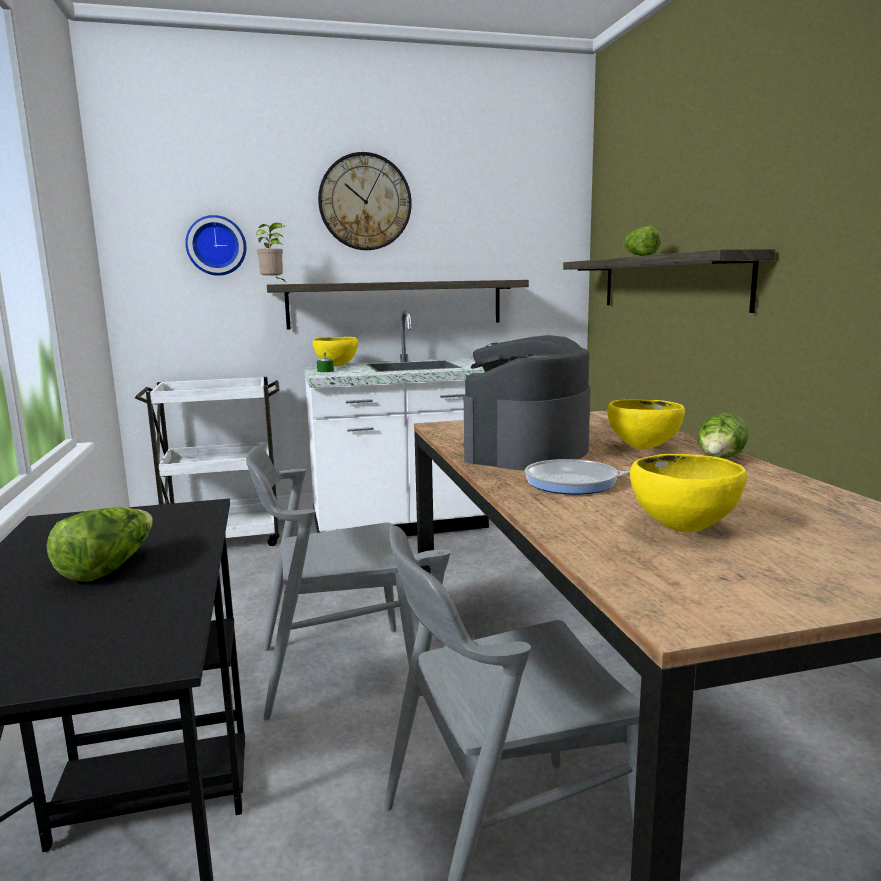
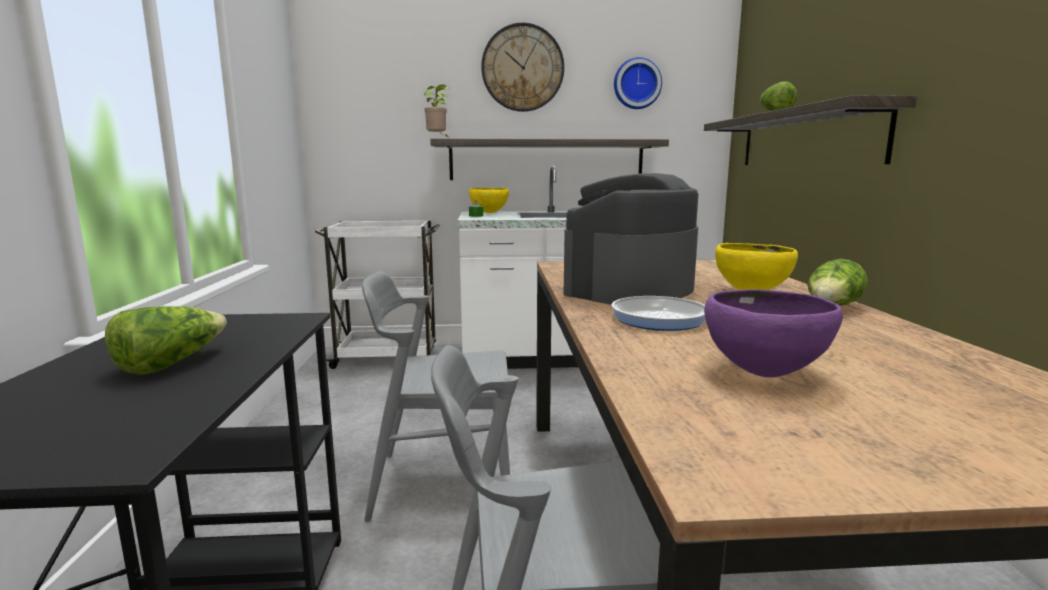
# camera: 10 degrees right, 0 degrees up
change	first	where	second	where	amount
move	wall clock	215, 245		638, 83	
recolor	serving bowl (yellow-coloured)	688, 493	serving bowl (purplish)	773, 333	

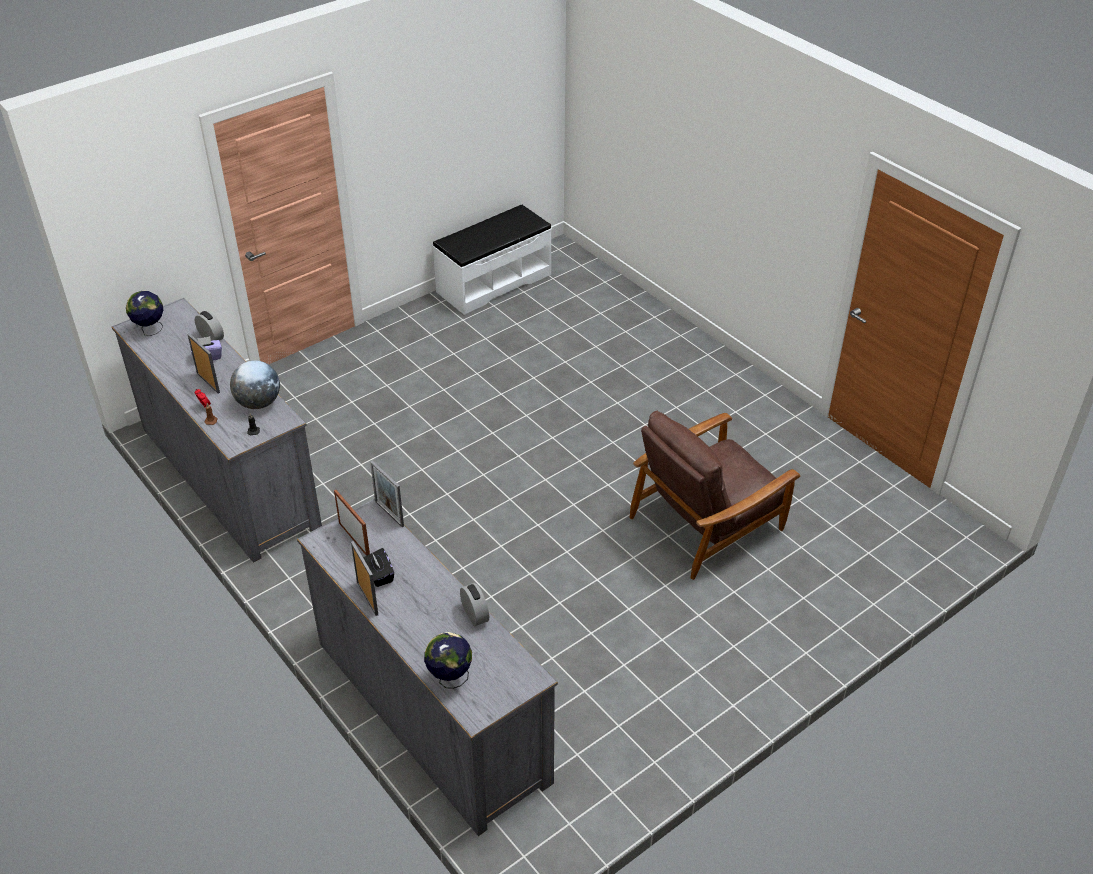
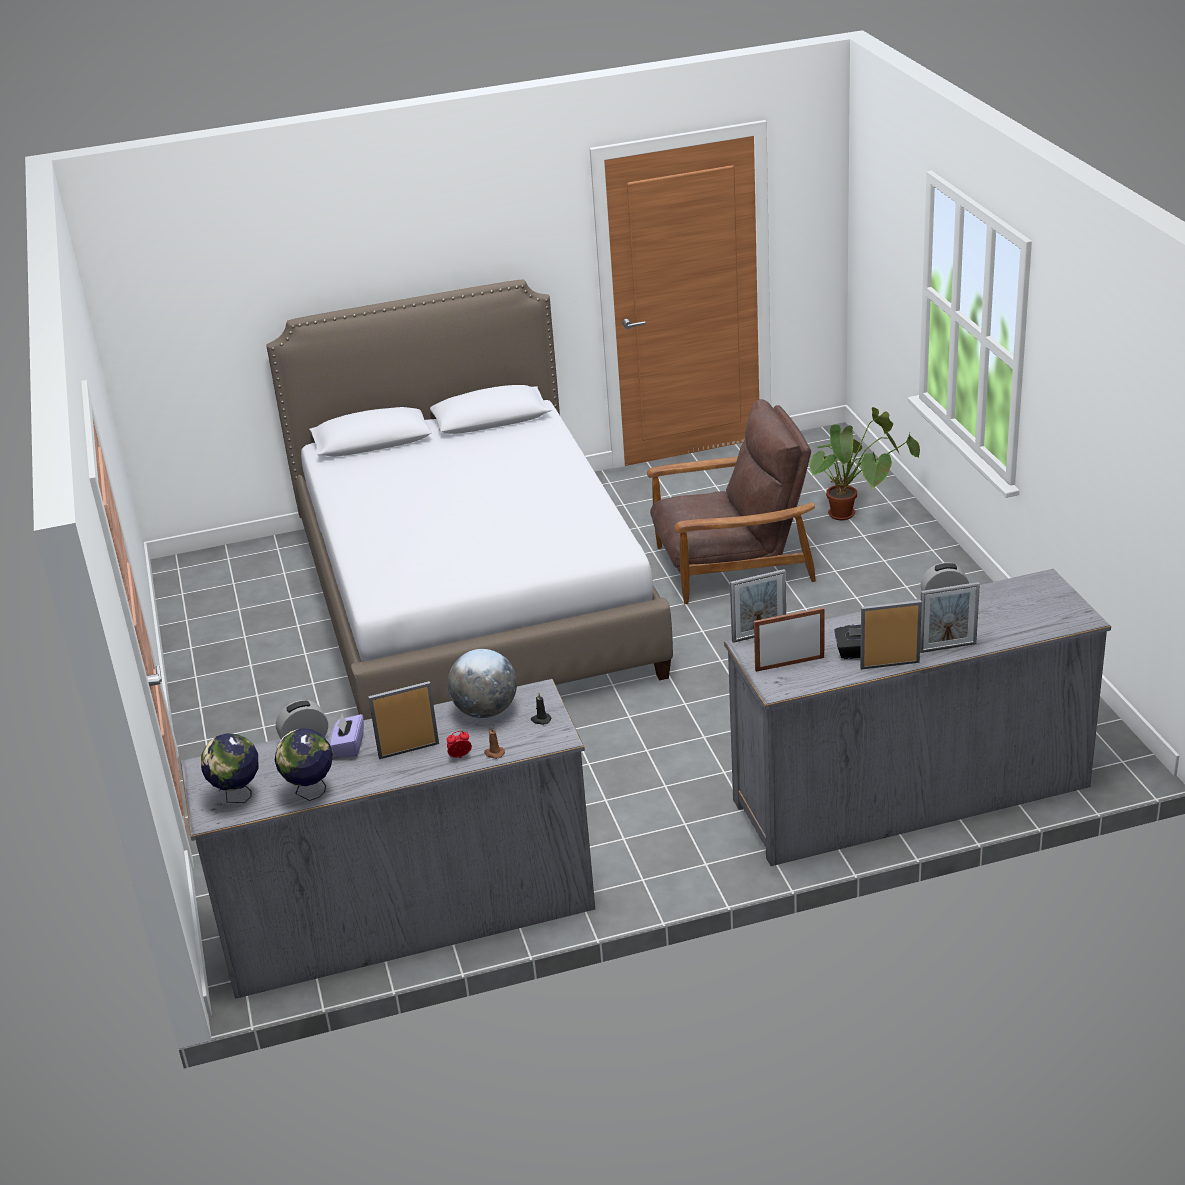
# camera: 65 degrees left, 10 degrees down
change	first	where	second	where	amount
move	desk globe	448, 660		304, 764	
delete	indoor bench (white)	492, 260			
rotate	armchair (brown-coloured)	714, 495		731, 501	90 degrees counterclockwise
insert			bedroom bed	469, 500	
insert			potted plant	864, 463	
insert			standing frame	950, 617	

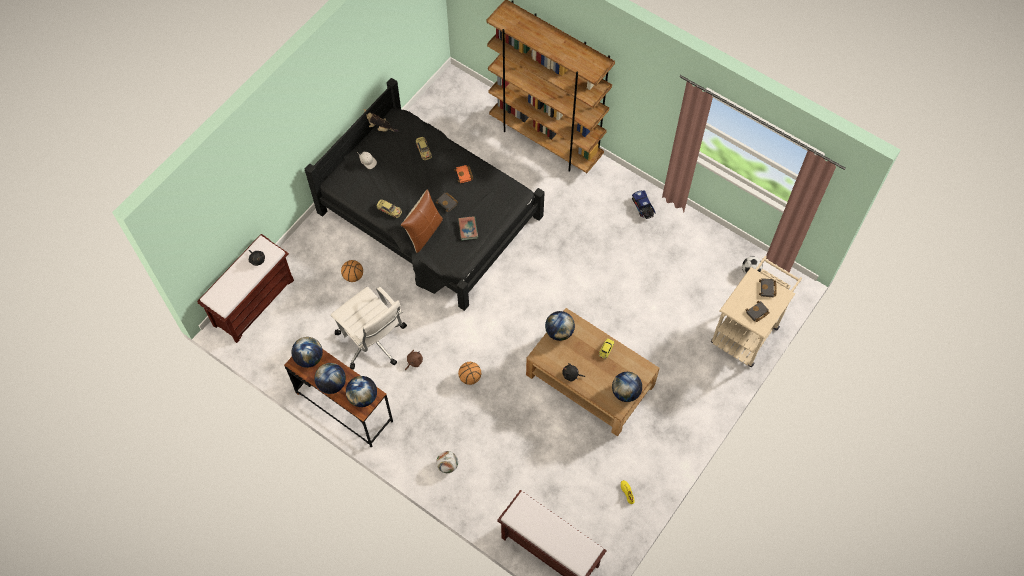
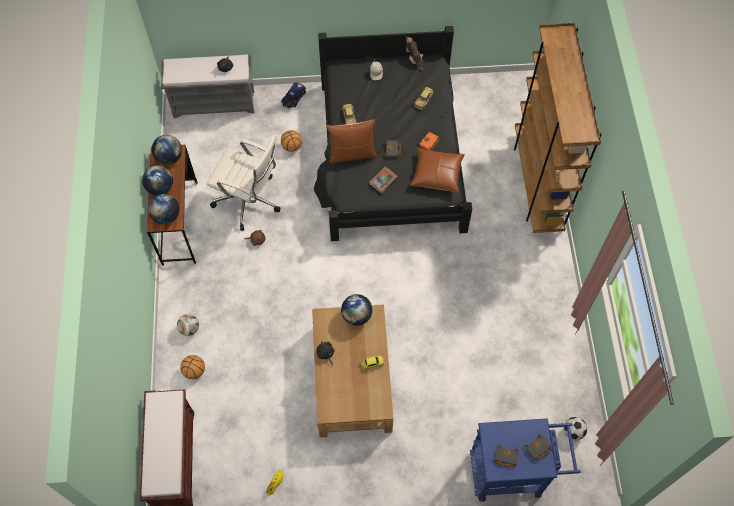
# camera: 50 degrees right, 0 degrees up
change	first	where	second	where	amount
recolor	indoor bench (brown-coloured)	245, 288	indoor bench (grey)	207, 86	
rotate	office chair (white)	369, 328		243, 183	75 degrees counterclockwise
move	basketball	469, 373		192, 367	
delete	desk globe	627, 387			
move	model truck	644, 205		293, 95	
recolor	trolley (beige-coloured)	756, 311	trolley (blue-coloured)	525, 460	
insert			pillow (brown-coloured)	437, 170	

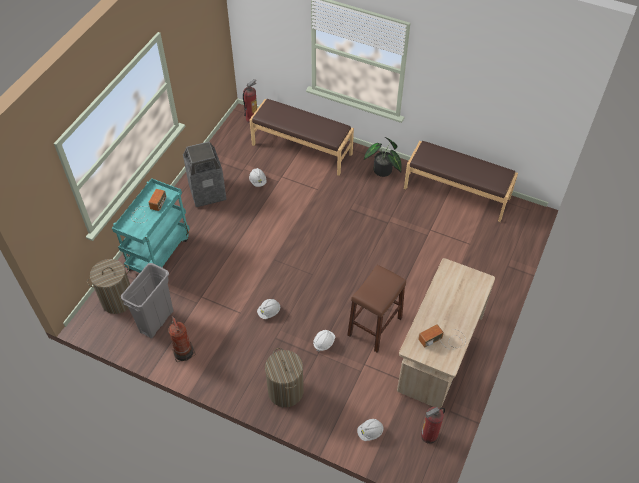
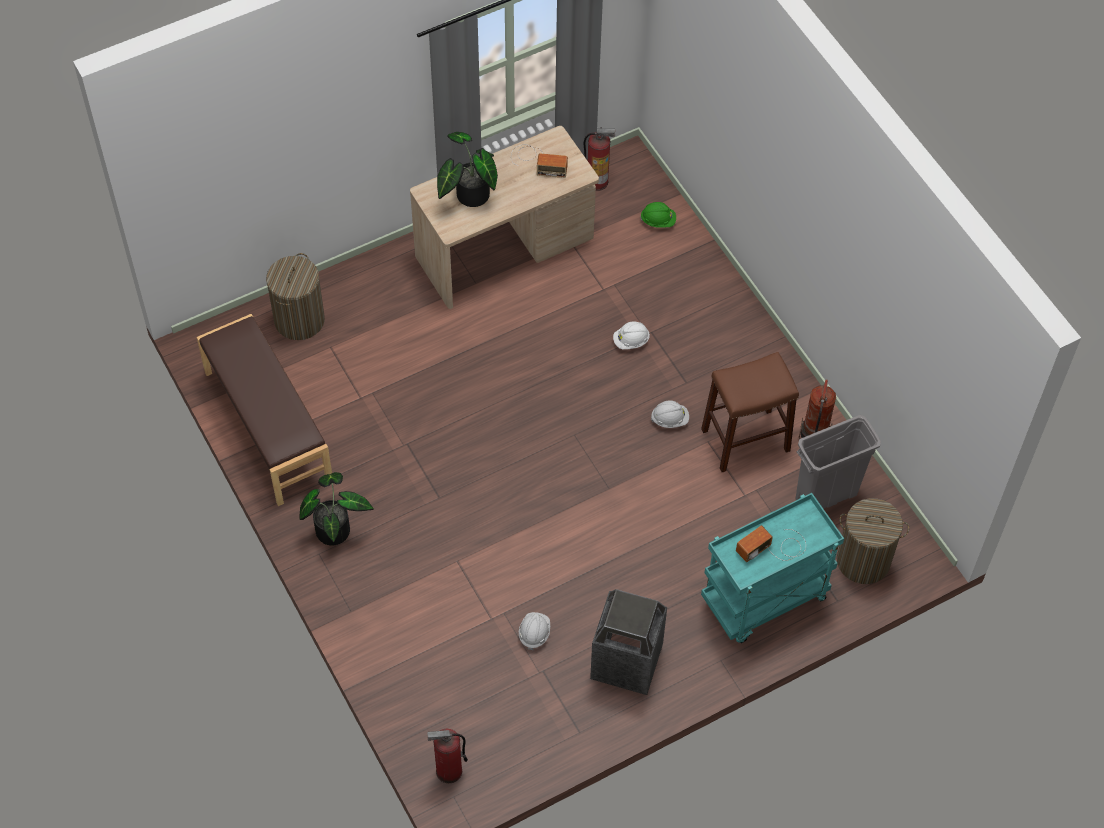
# camera: 145 degrees left, 5 degrees up
change	first	where	second	where	amount
delete	indoor bench (brown-coloured)	302, 137			
move	washing basket	284, 377		295, 296	
move	stool seat (brown-coloured)	376, 308		750, 412	
recolor	work helmet (white)	370, 430	work helmet (green)	658, 215	
insert			potted plant	467, 169	

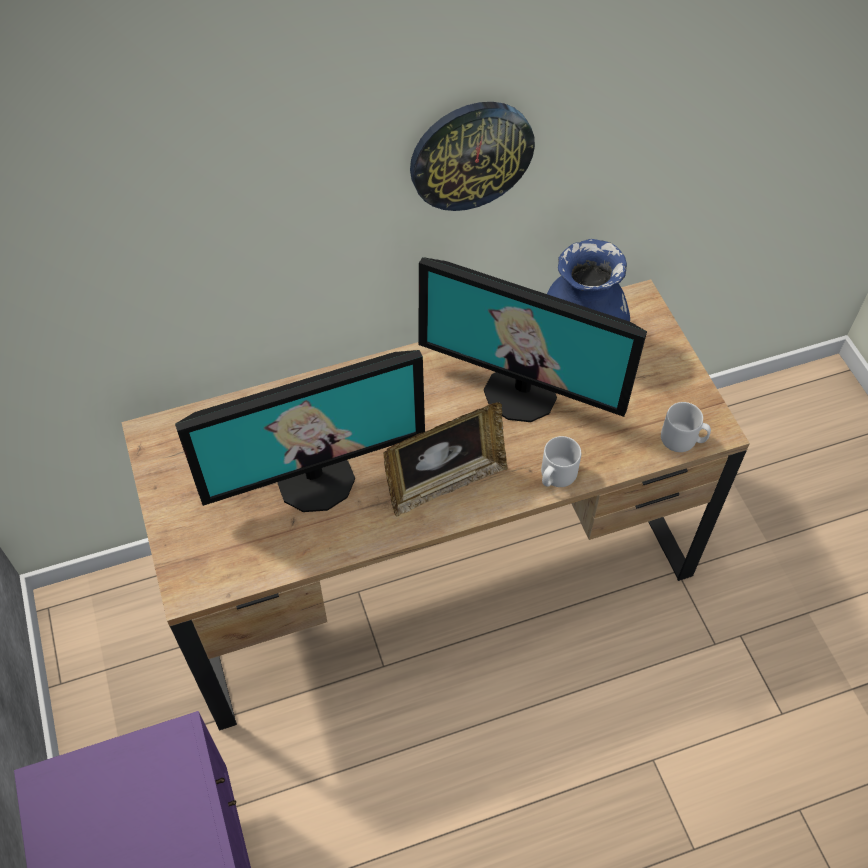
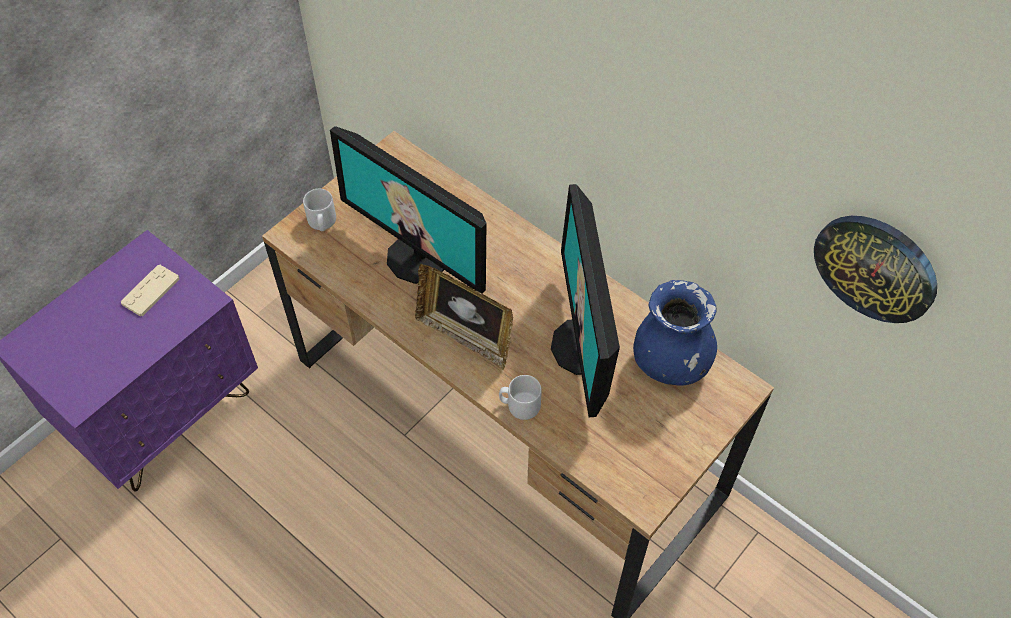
# camera: 60 degrees right, 0 degrees up
change	first	where	second	where	amount
move	wall clock	472, 156		875, 269	
move	coffee mug (grey)	686, 427		319, 210	
insert			joypad (beige-coloured)	150, 291	

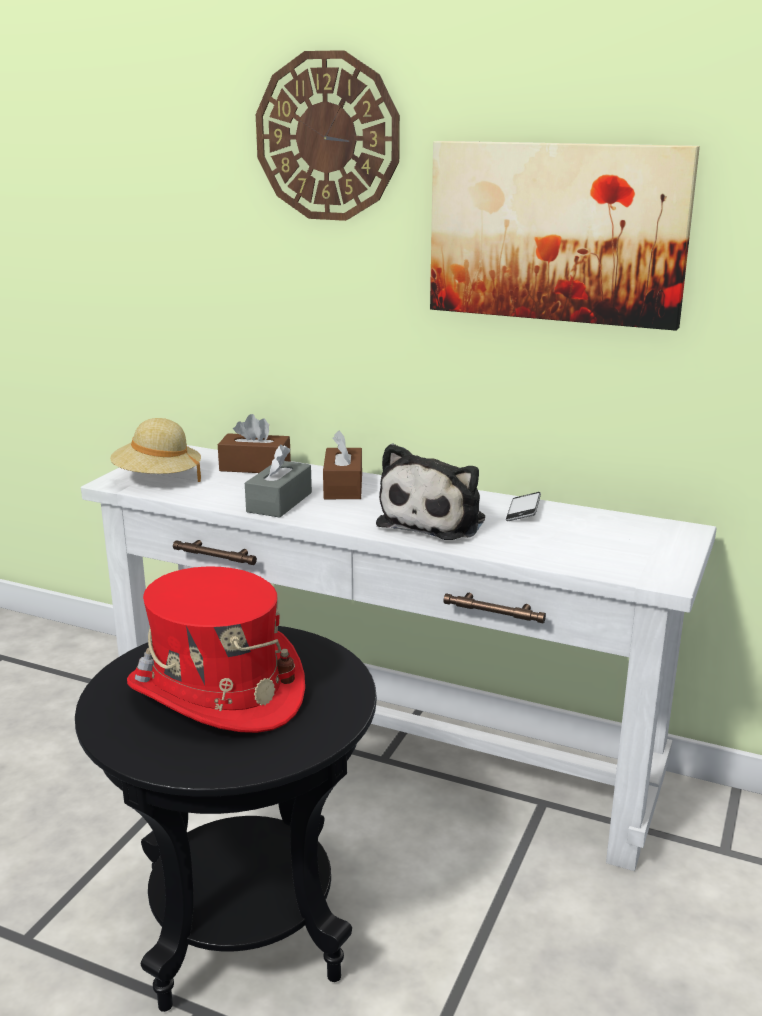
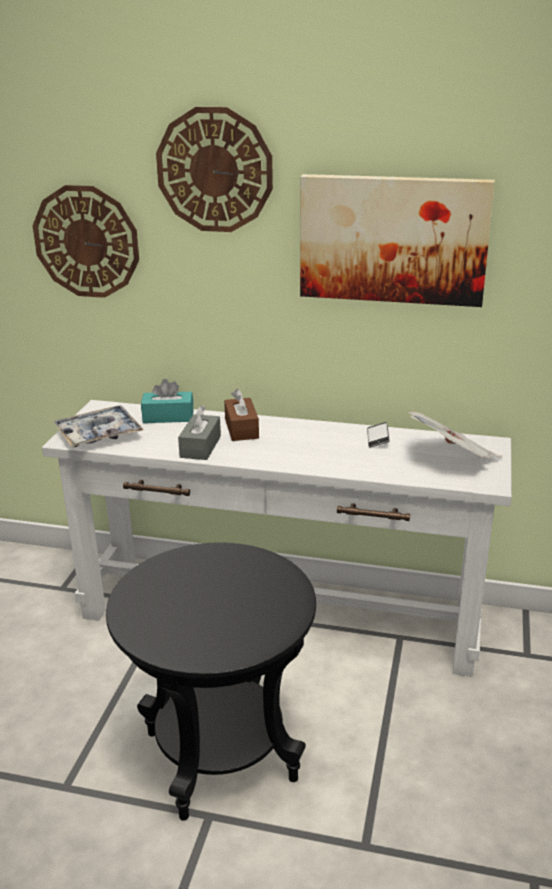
# camera: 10 degrees left, 5 degrees up
change	first	where	second	where	amount
replace	wearable hat (beige-coloured)	155, 450	tray	98, 426	
delete	wearable hat (red)	216, 649			
recolor	tissue holder (brown-coloured)	254, 443	tissue holder (turquoise)	167, 401	
delete	soft toy	430, 491			
insert			wall clock	86, 241	
insert			daily paper	455, 435	

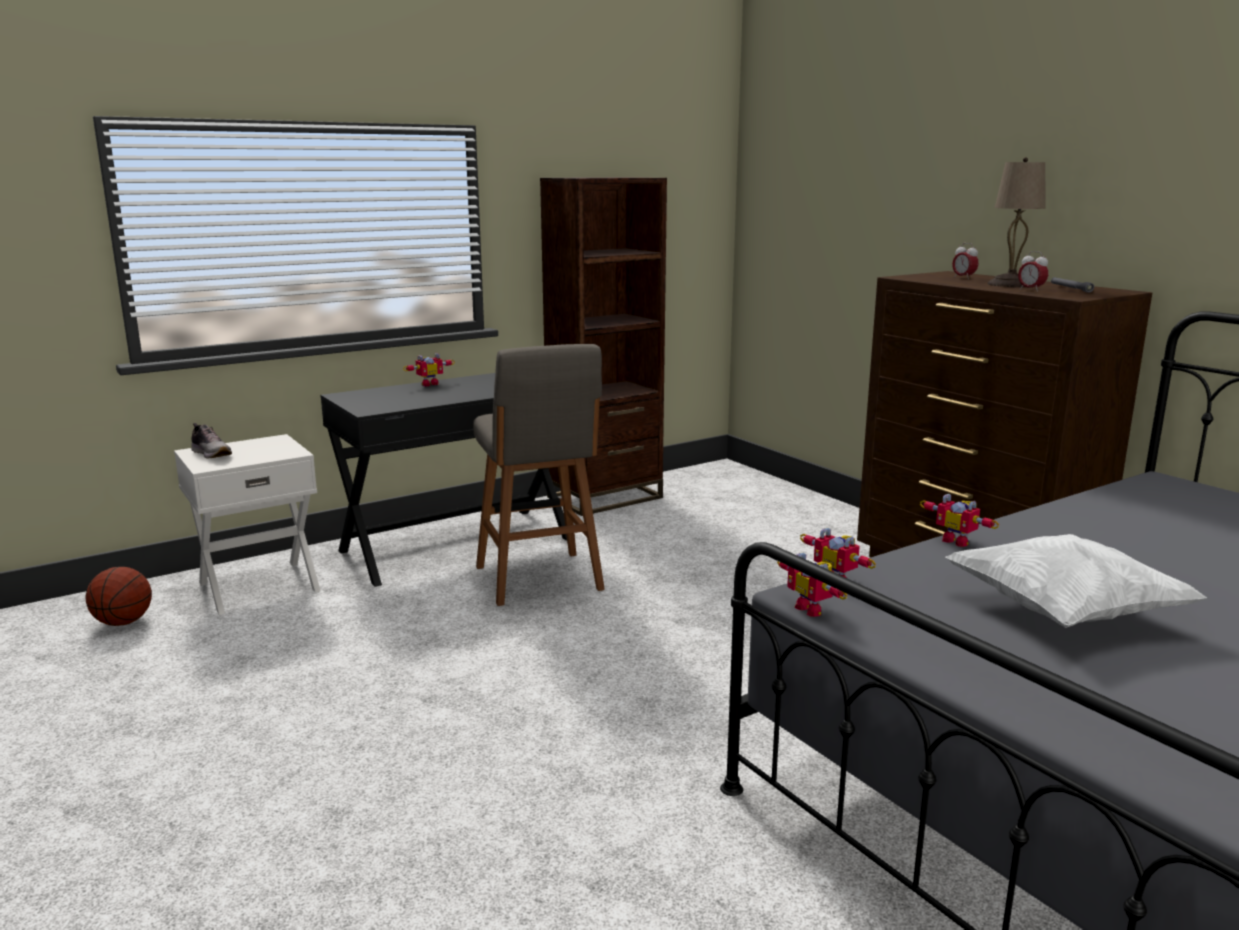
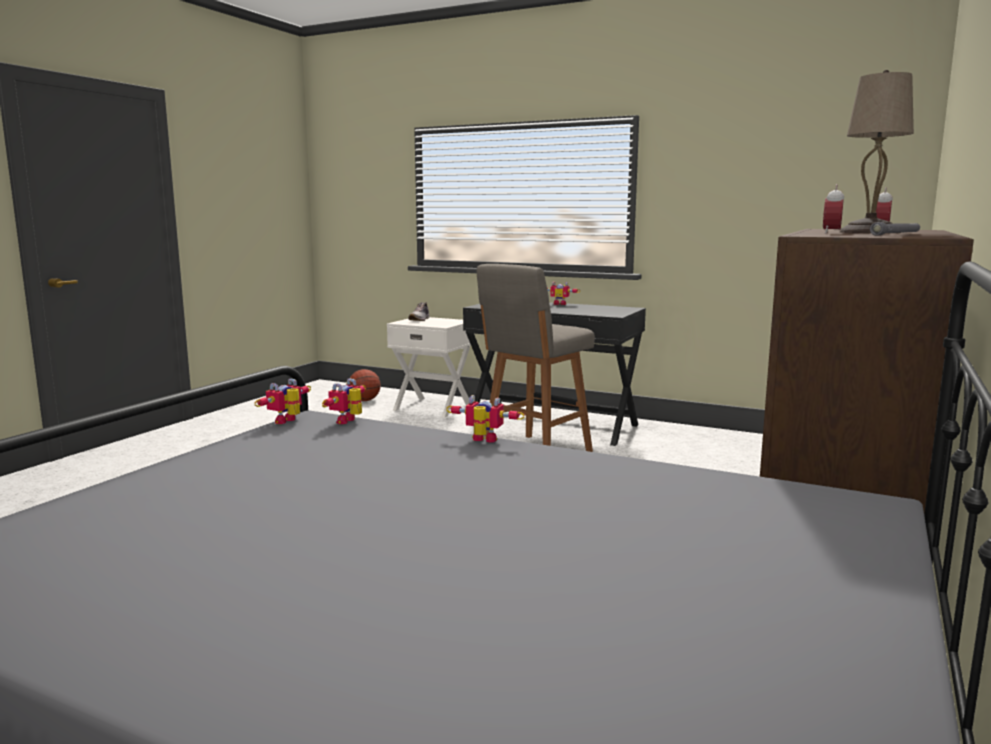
# camera: 60 degrees right, 5 degrees down
change	first	where	second	where	amount
delete	bookshelf (brown-coloured)	603, 346			
rotate	toy robot	959, 520		485, 419	90 degrees clockwise
delete	pillow (white)	1076, 581			

